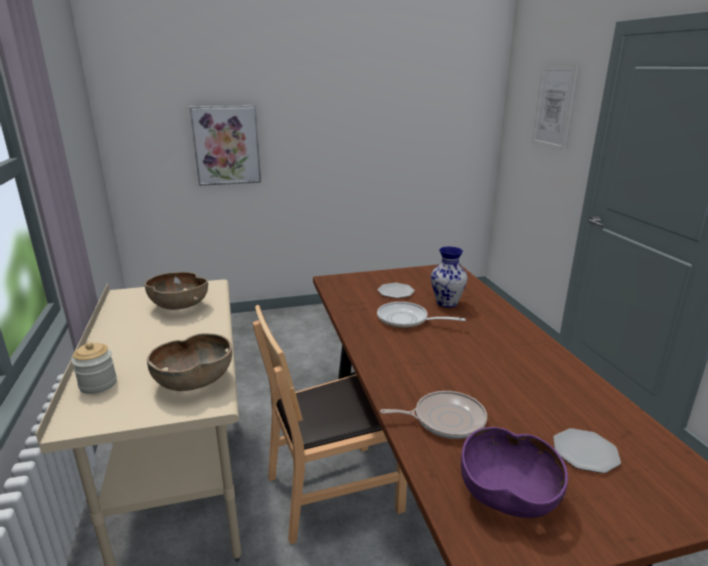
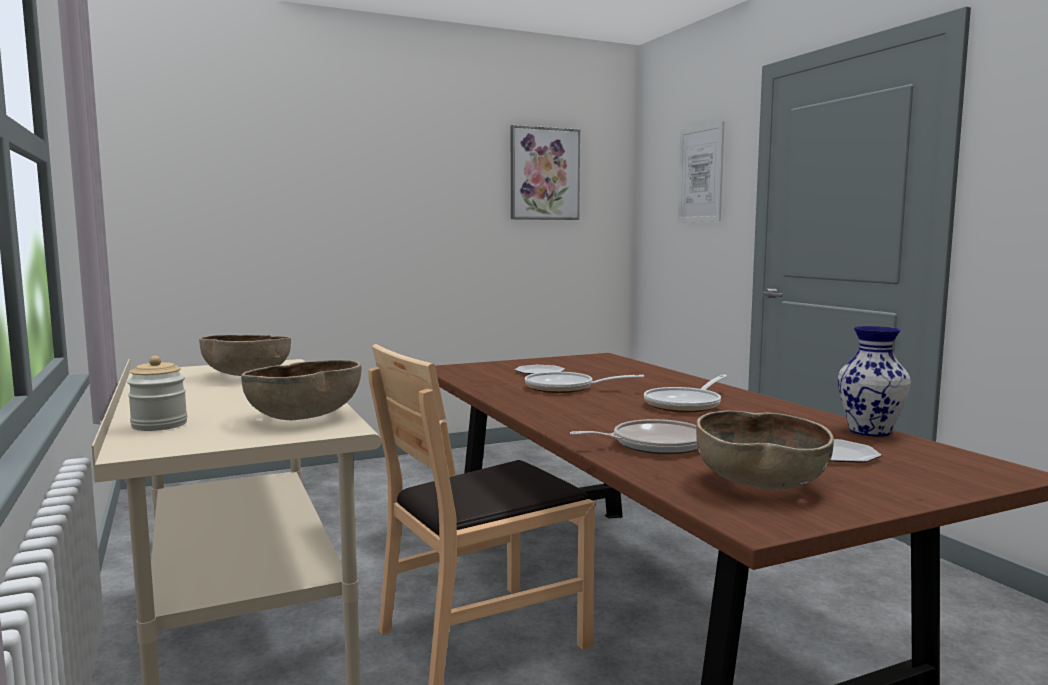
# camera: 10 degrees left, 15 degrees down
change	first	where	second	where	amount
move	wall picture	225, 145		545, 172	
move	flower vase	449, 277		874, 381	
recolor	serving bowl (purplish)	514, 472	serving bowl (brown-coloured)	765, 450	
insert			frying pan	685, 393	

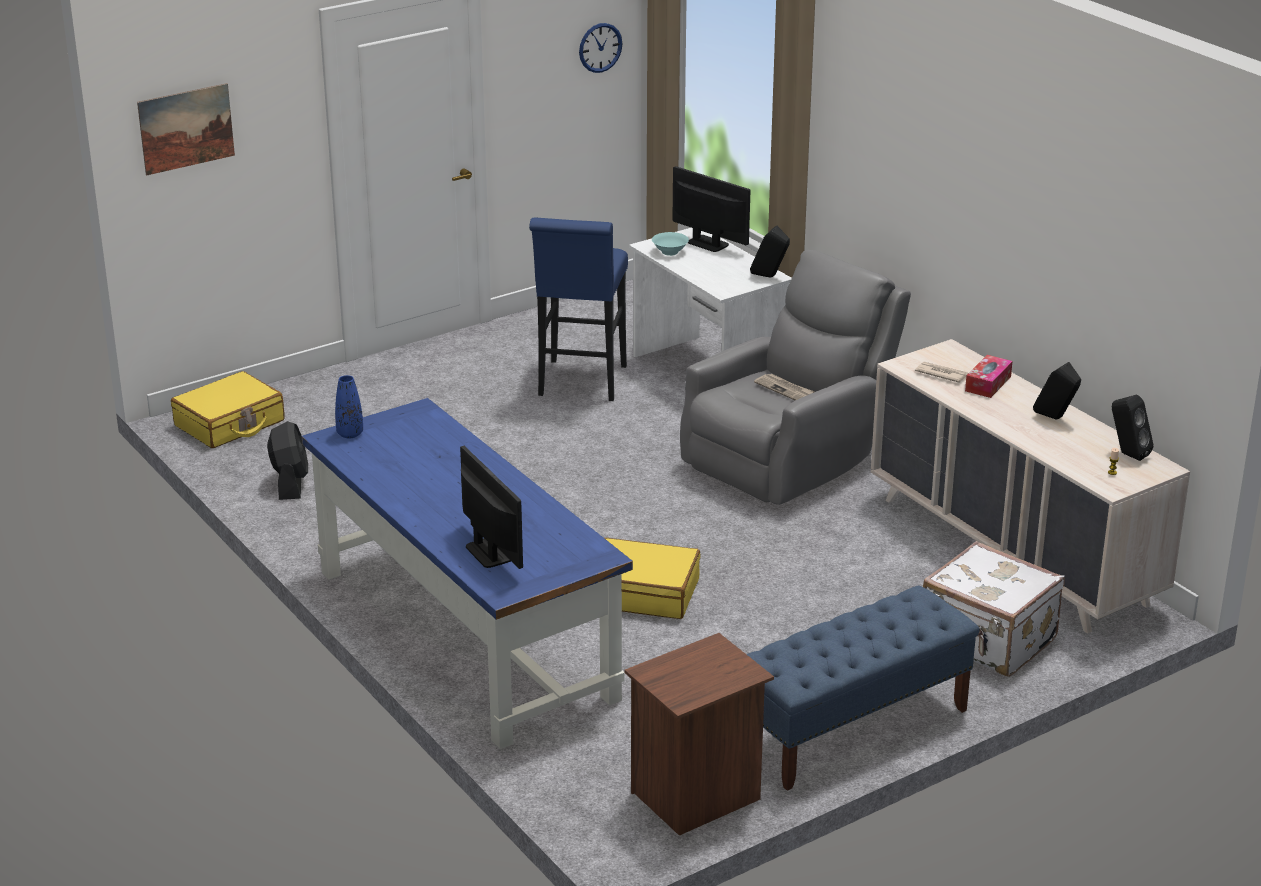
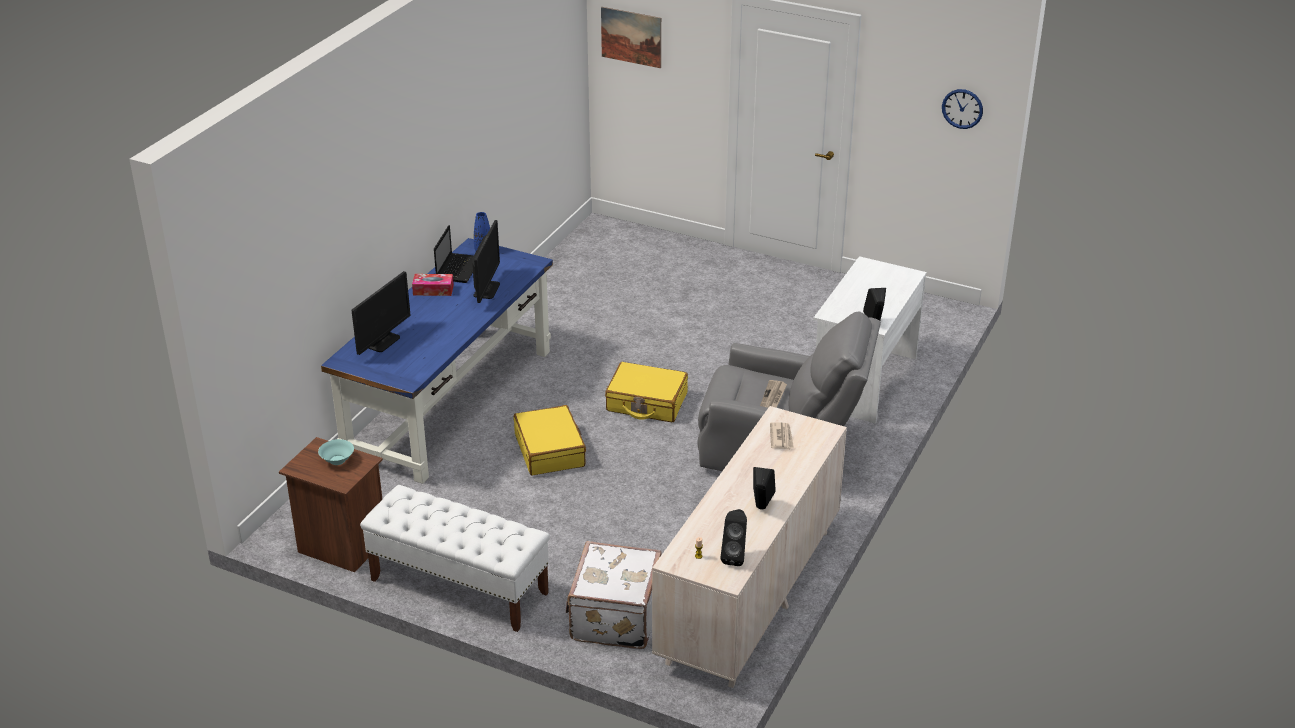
# camera: 60 degrees right, 5 degrees up
change	first	where	second	where	amount
move	suitcase (yellow-coloured)	228, 409		646, 392	
delete	cooling fan (black)	287, 460			
delete	stool seat (blue-coloured)	578, 309			
move	serving bowl (turquoise)	670, 244		336, 452	
move	computer screen	711, 209		486, 261	
recolor	indoor bench (blue-coloured)	863, 688	indoor bench (white)	455, 558	
move	tissue holder	989, 376		433, 285	
insert			laptop	454, 254	

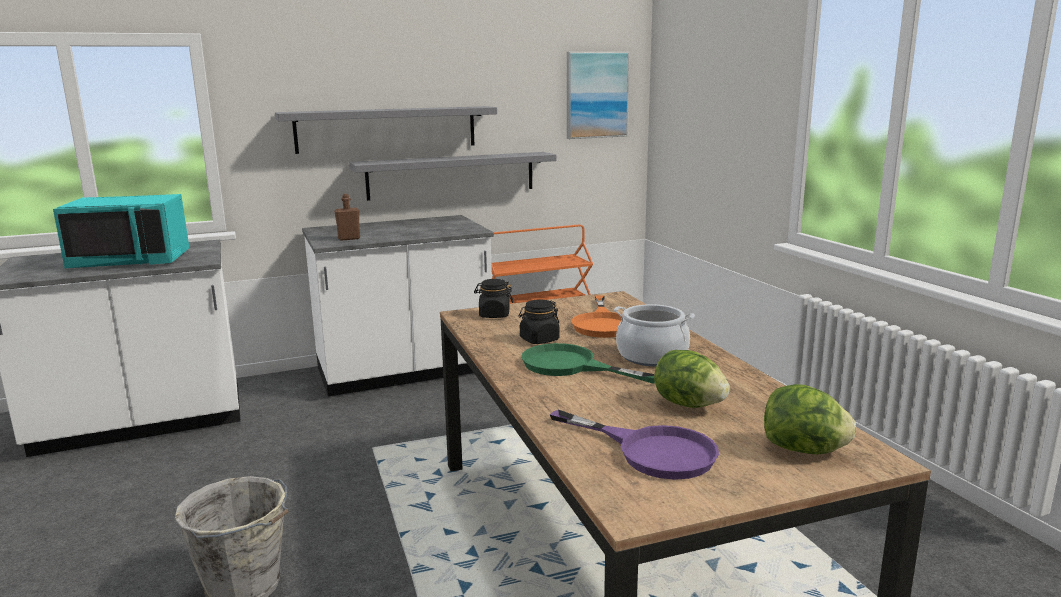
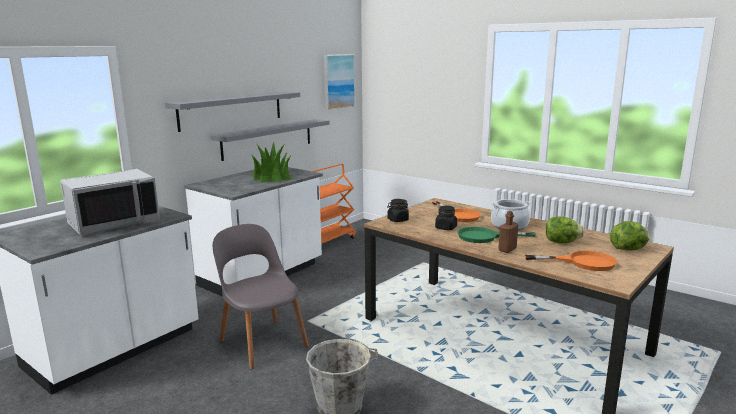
# camera: 30 degrees left, 0 degrees up
change	first	where	second	where	amount
recolor	kitchen microwave (turquoise)	121, 231	kitchen microwave (grey)	110, 202	
move	drink bottle (brown-coloured)	347, 217		508, 232	
recolor	frying pan (purplish)	634, 445	frying pan (orange)	570, 260	
insert			chair (grey)	261, 296	
insert			potted plant	271, 162	

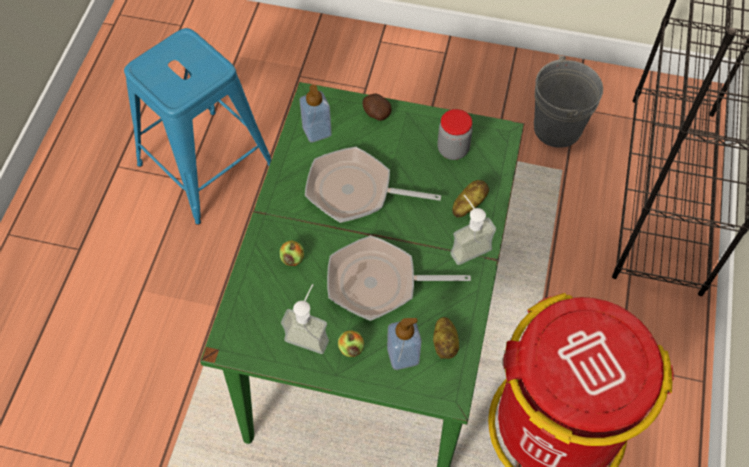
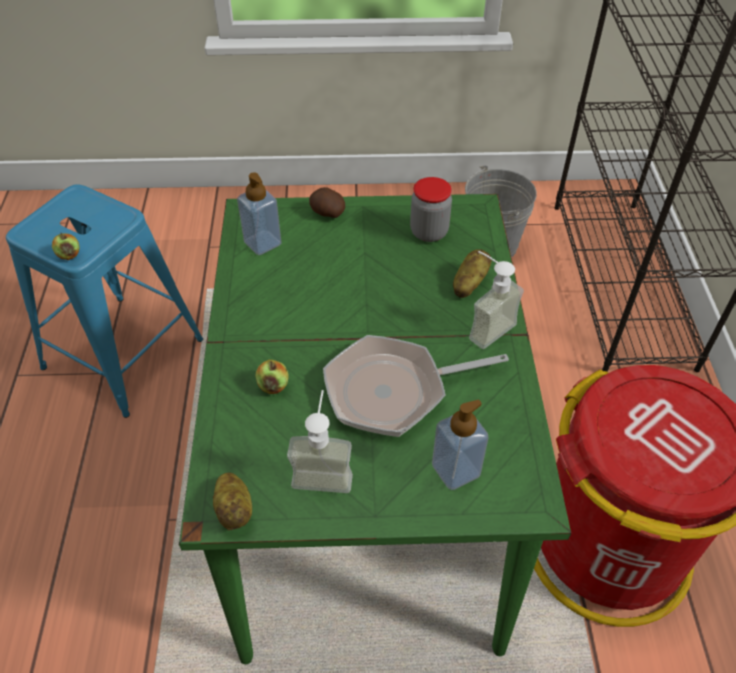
# camera: 15 degrees left, 10 degrees down
change	first	where	second	where	amount
delete	frying pan	373, 185			
move	apple	351, 343		66, 246	
move	whole potato	446, 338		232, 501	

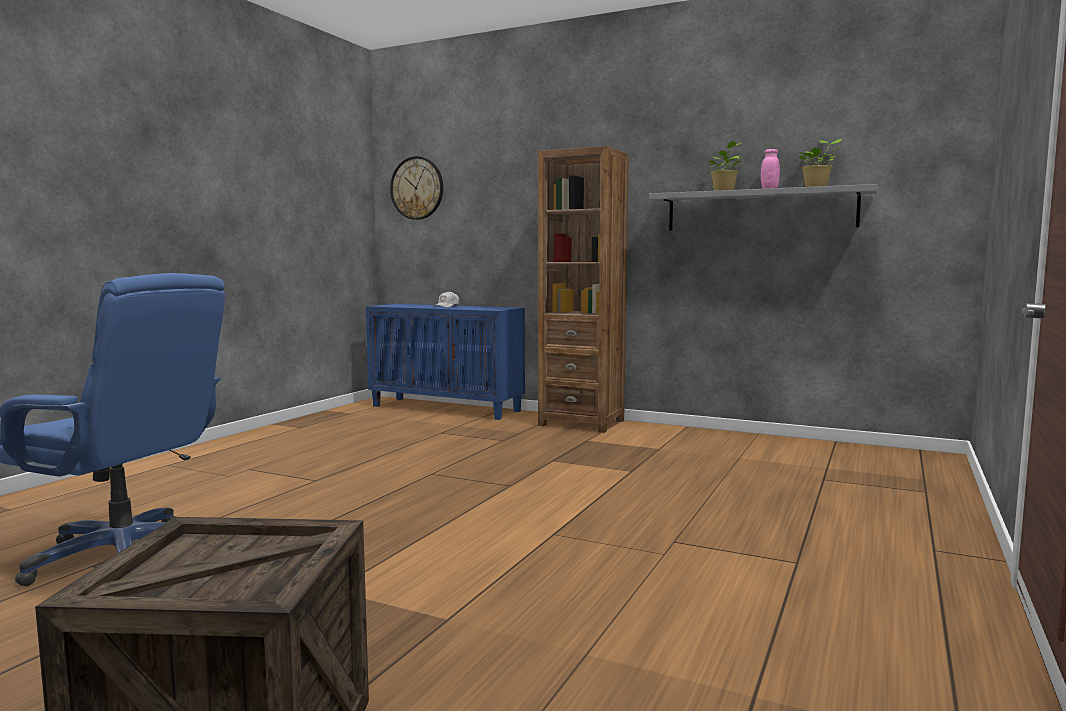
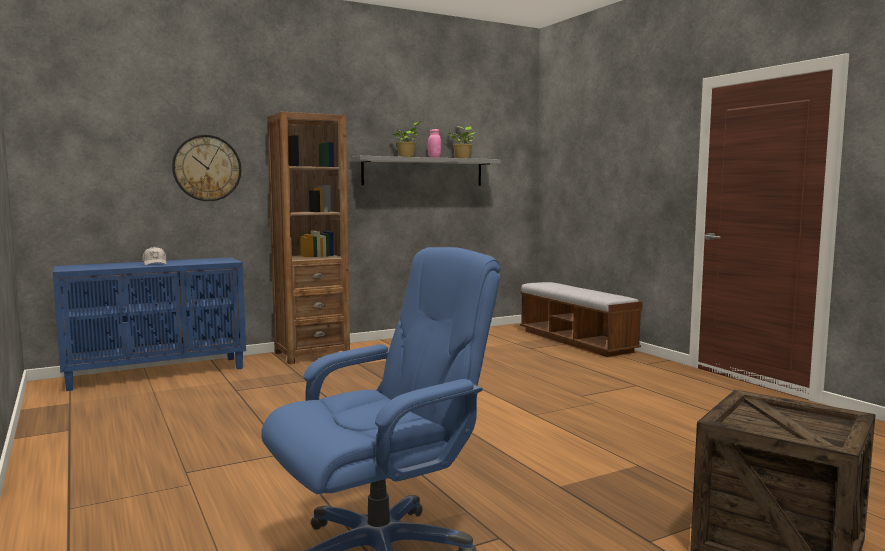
# camera: 55 degrees left, 0 degrees up
change	first	where	second	where	amount
move	wall clock	416, 188		206, 168	
insert			indoor bench	581, 319	

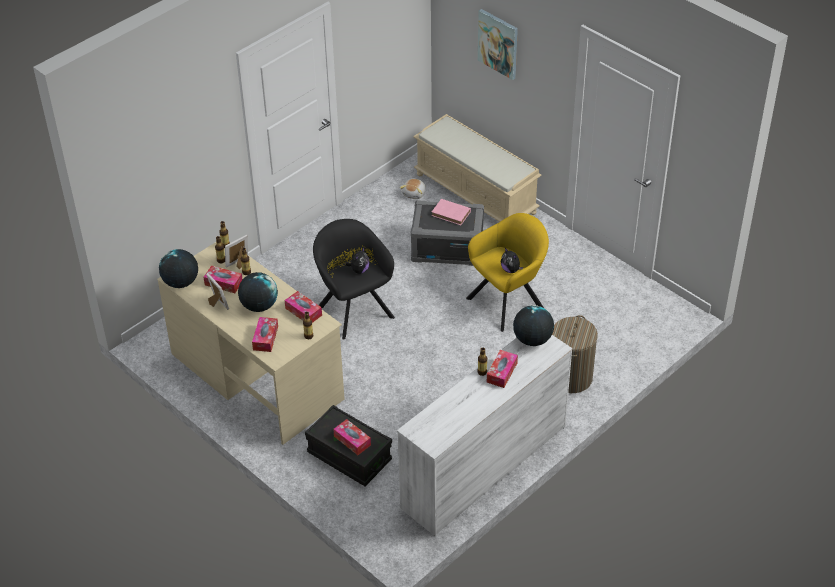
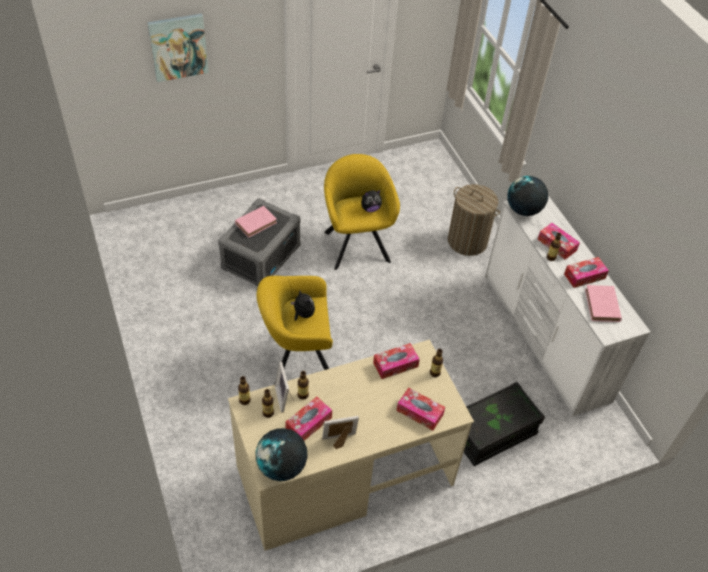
# camera: 70 degrees left, 5 degrees up
change	first	where	second	where	amount
delete	desk globe	258, 292			
recolor	armchair (black)	354, 279	armchair (yellow-coloured)	295, 330	
move	tissue holder	352, 437		586, 272	
delete	soft toy	413, 189			
delete	indoor bench (beige-coloured)	477, 168			
insert			bound book (pink-coloured)	603, 303	

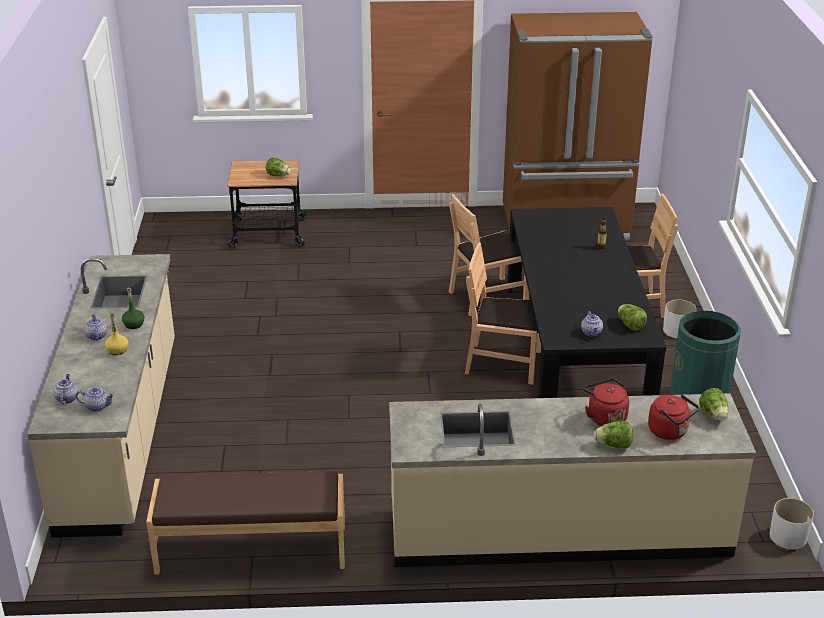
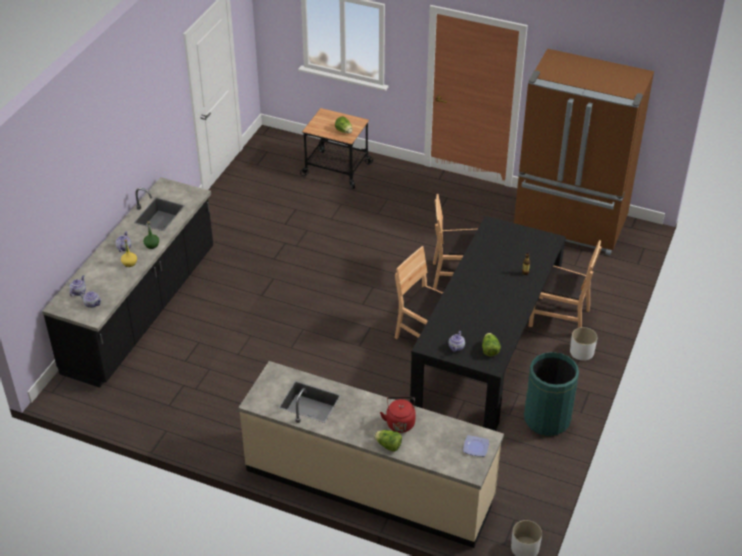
# camera: 25 degrees right, 10 degrees up
change	first	where	second	where	amount
recolor	kitchen base unit (beige-coloured)	101, 396	kitchen base unit (black)	127, 282	
delete	indoor bench (brown-coloured)	245, 523			
delete	tea kettle (red)	673, 417			
replace	lettuce	713, 404	plate	476, 445	

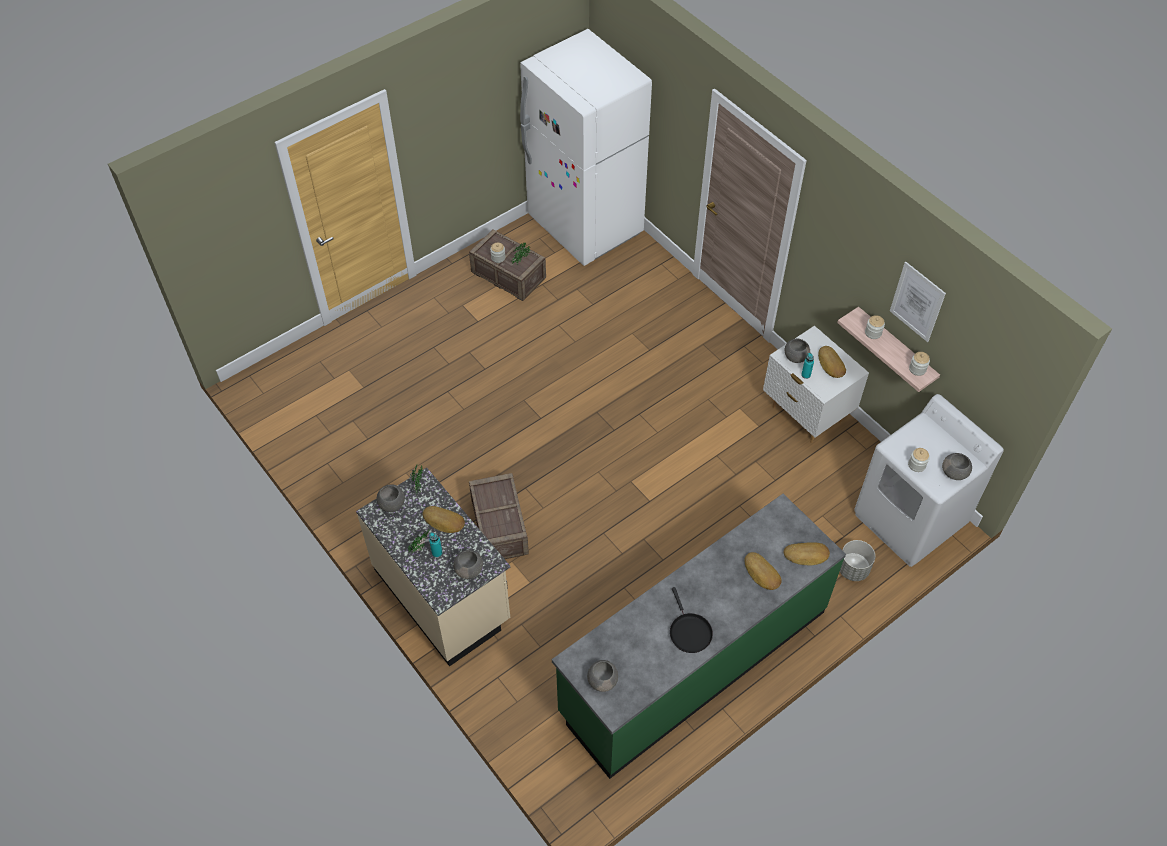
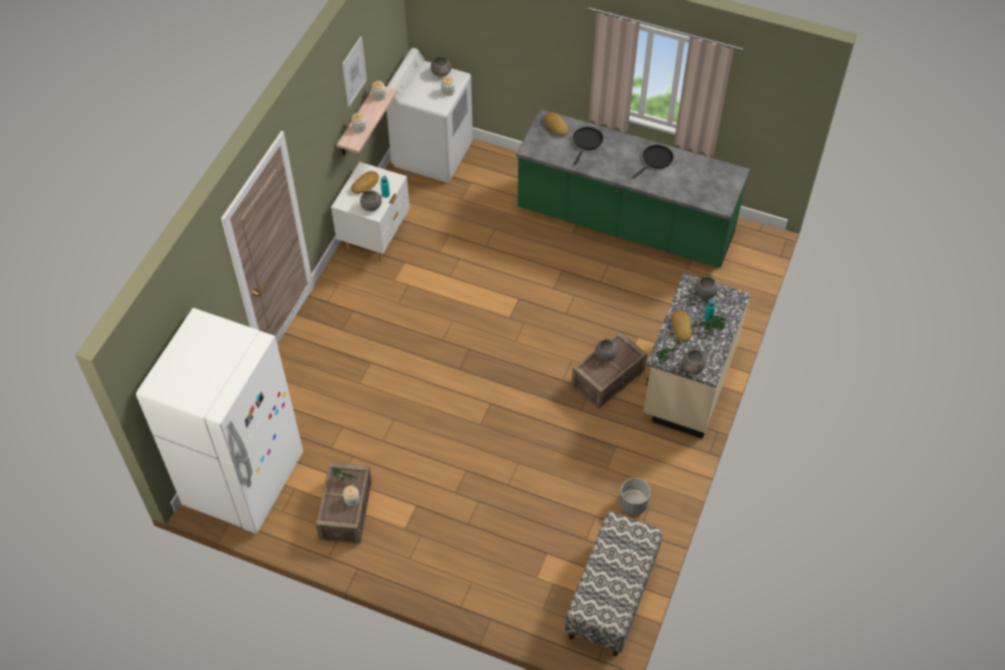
# camera: 120 degrees left, 0 degrees up
change	first	where	second	where	amount
move	serving bowl (grey)	602, 676		606, 350	
replace	bakery bread	763, 571	frying pan (black)	588, 146	
move	planter (grey)	857, 560		634, 496	
insert			indoor bench	613, 583	

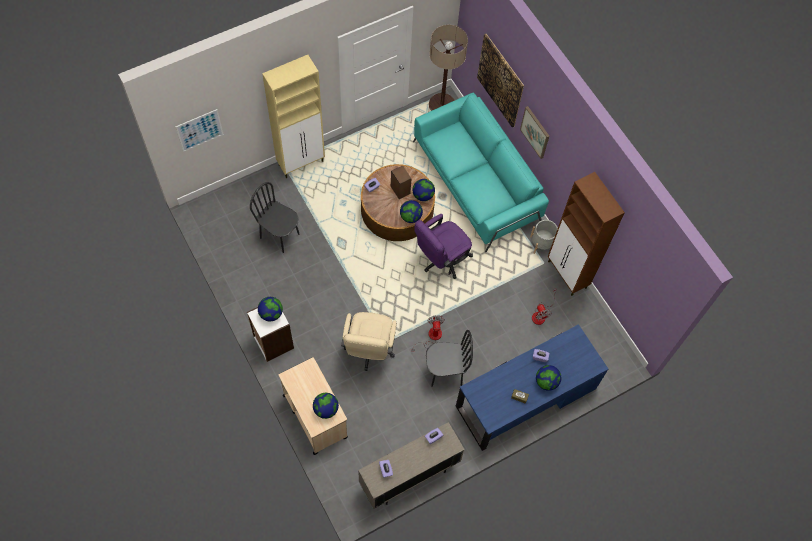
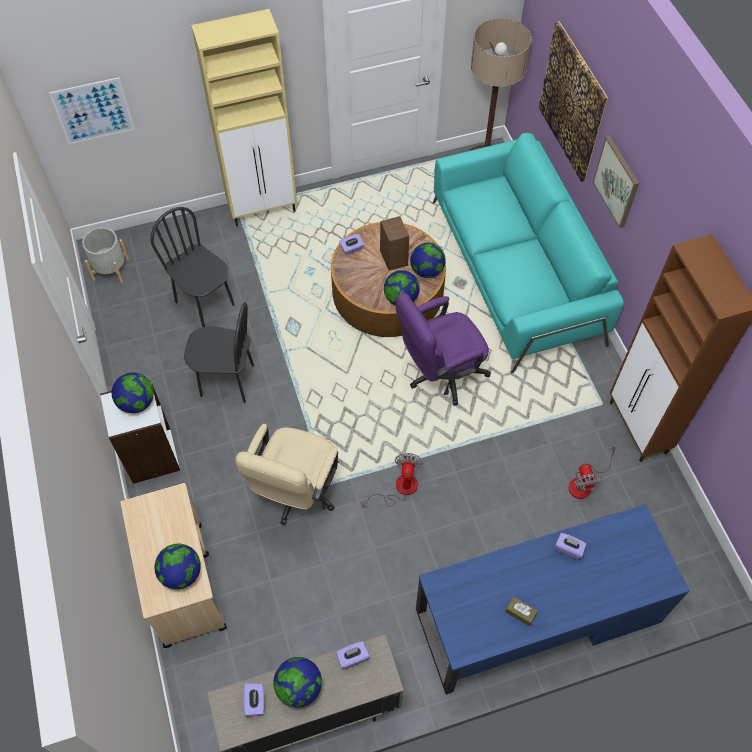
# camera: 15 degrees right, 5 degrees down
change	first	where	second	where	amount
move	chair (black)	449, 358		219, 352	
move	planter (grey)	544, 237		105, 255	
move	desk globe	548, 378		297, 682	

